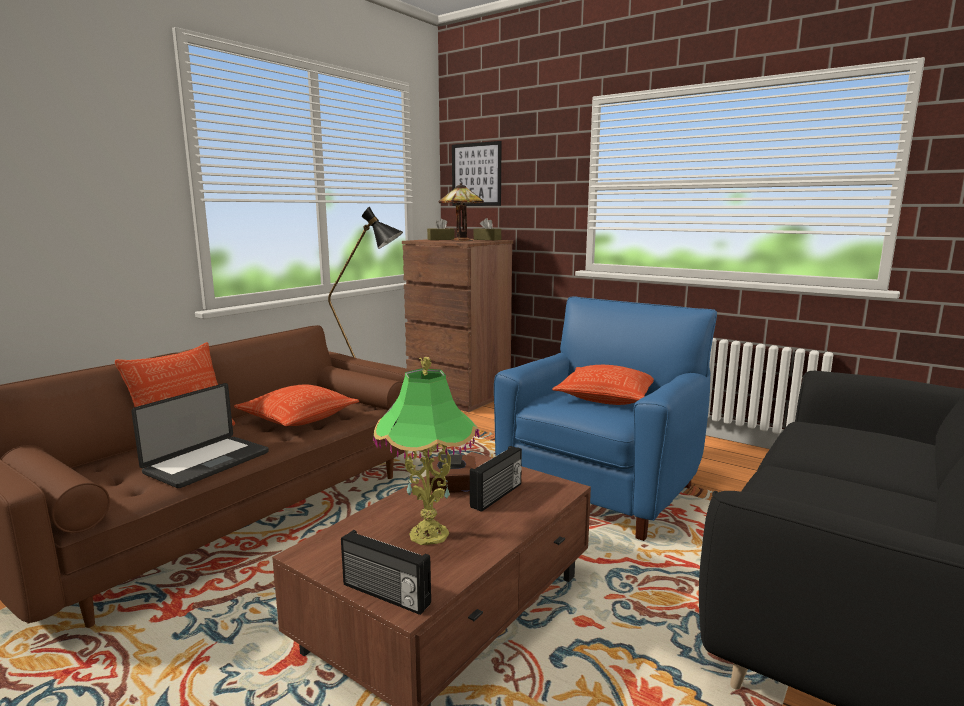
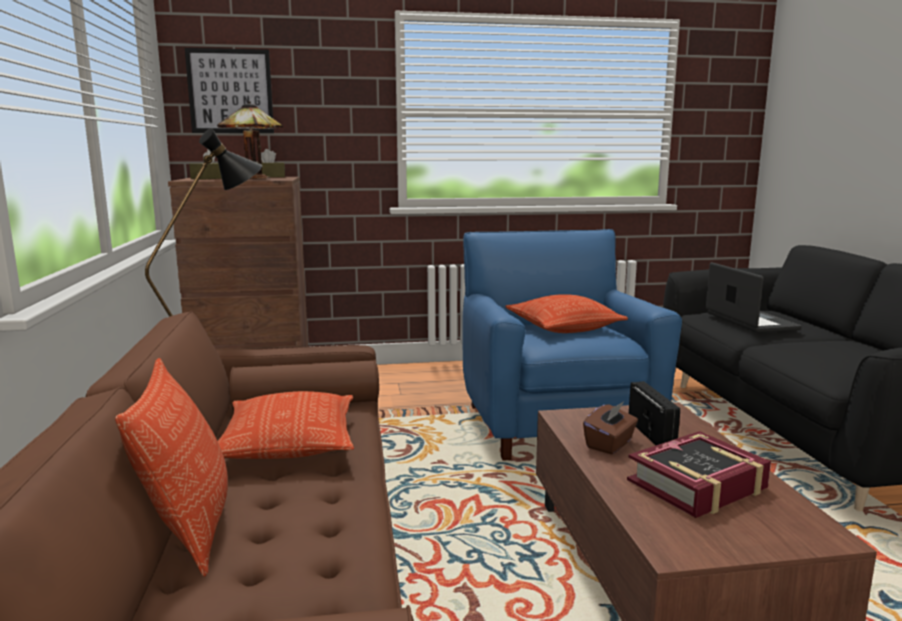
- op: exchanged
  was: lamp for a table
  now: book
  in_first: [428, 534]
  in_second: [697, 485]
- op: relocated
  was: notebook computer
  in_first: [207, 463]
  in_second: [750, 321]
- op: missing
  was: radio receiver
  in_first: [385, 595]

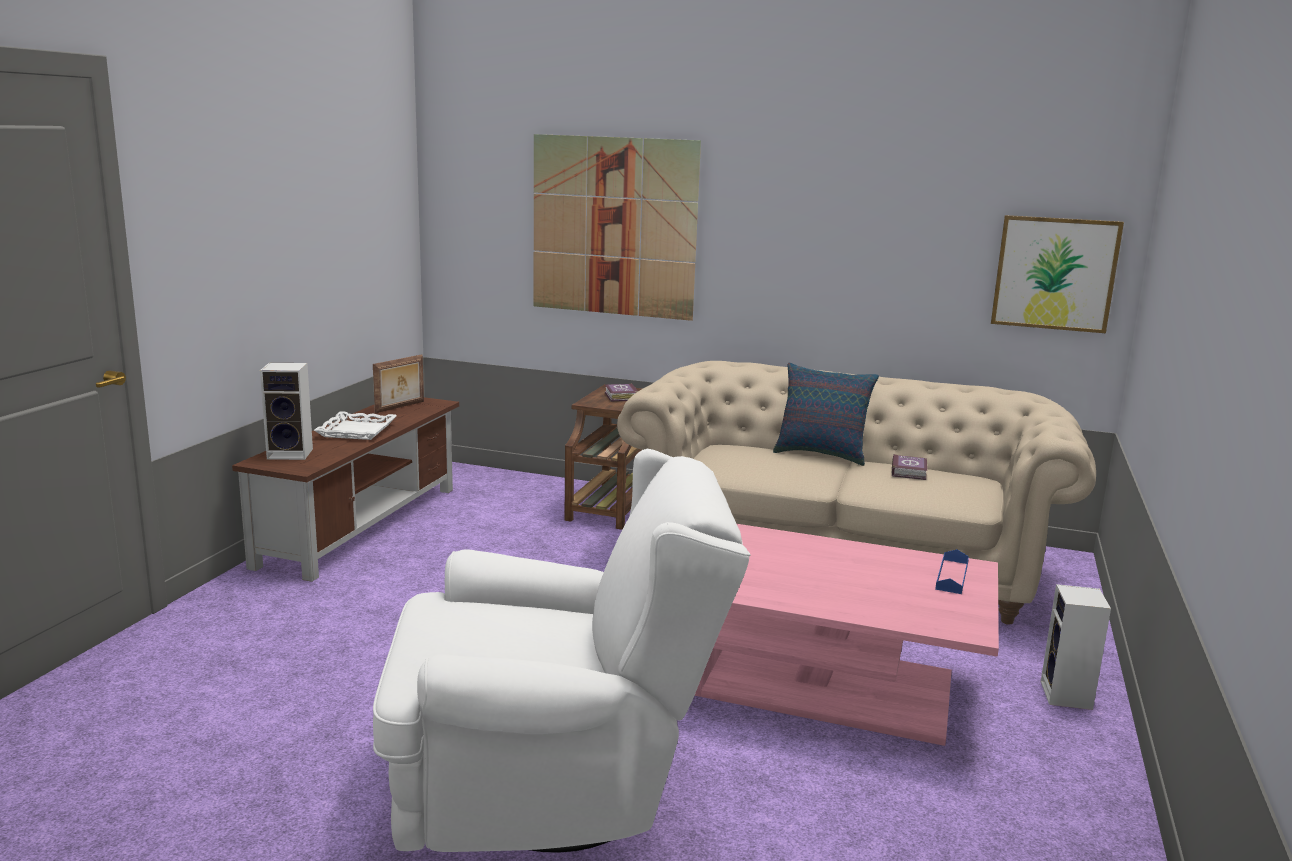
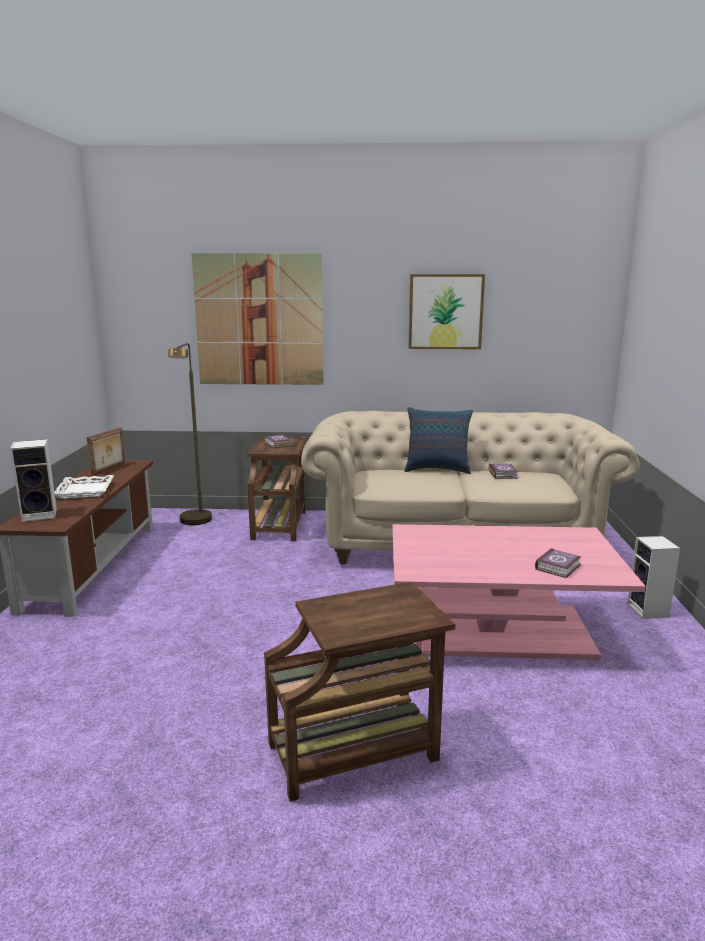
- op: appeared
  now: brown standing lamp
  in_second: [195, 523]
- op: exchanged
  was: white-coloured easy chair
  now: brown end table
  in_first: [553, 790]
  in_second: [357, 751]
- op: relocated
  was: wall picture
  in_first: [1054, 273]
  in_second: [445, 311]
- op: appeared
  now: book
  in_second: [559, 567]
- op: missing
  was: blue-coloured carrying tray
  in_first: [952, 576]

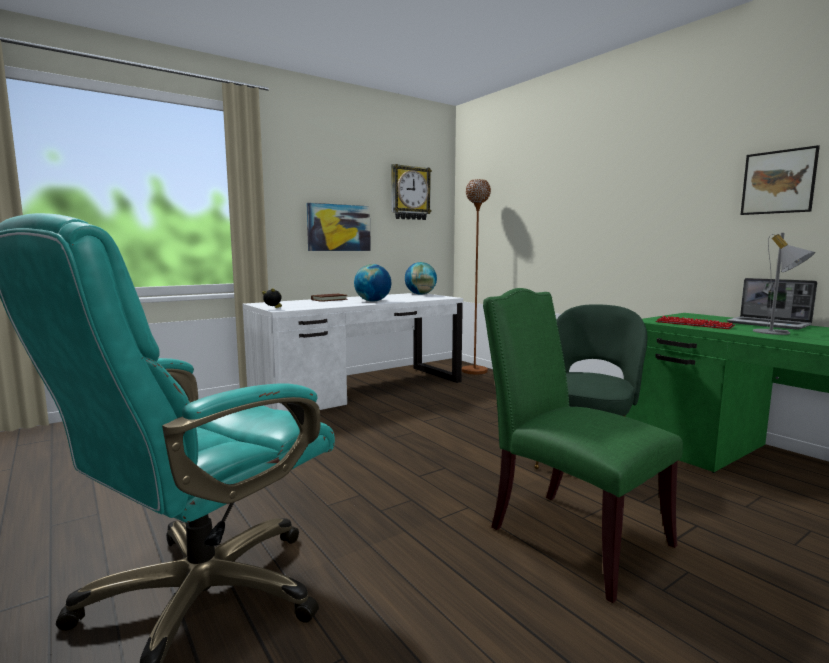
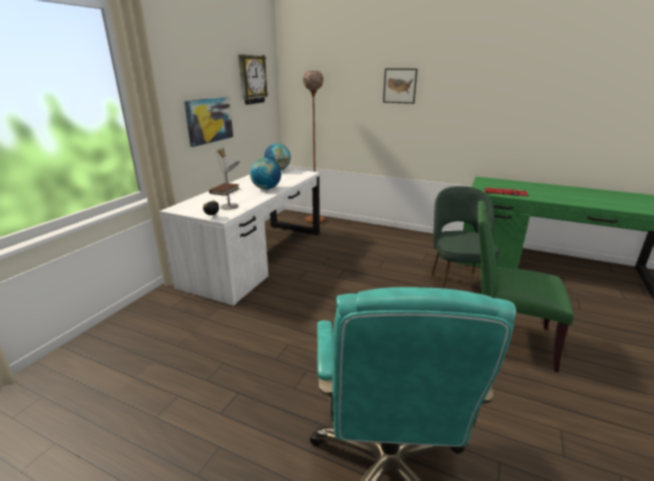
- op: relocated
  was: greyish lamp for a table
  in_first: [777, 333]
  in_second: [231, 207]
- op: relocated
  was: wall picture
  in_first: [778, 182]
  in_second: [399, 86]
- op: missing
  was: notebook computer
  in_first: [769, 324]

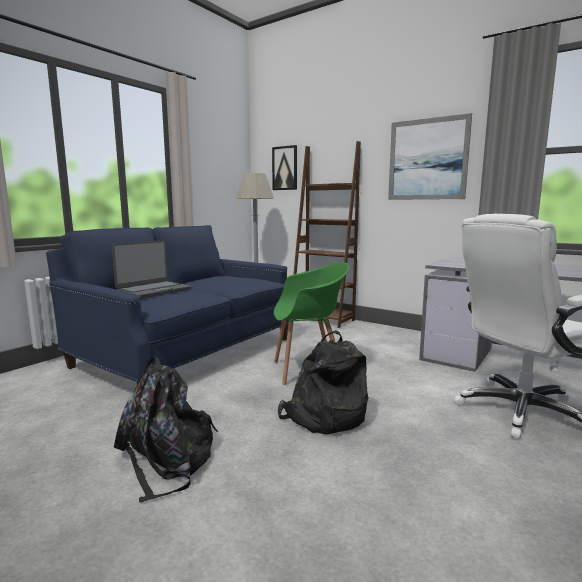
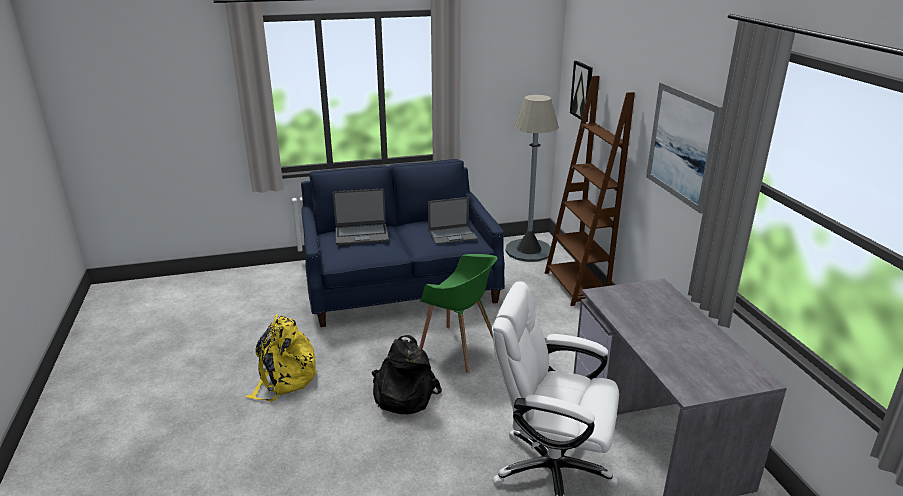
- op: colour
  was: black-coloured rucksack
  now: yellow rucksack
  in_first: [168, 460]
  in_second: [284, 379]
- op: appeared
  now: notebook computer
  in_second: [453, 235]

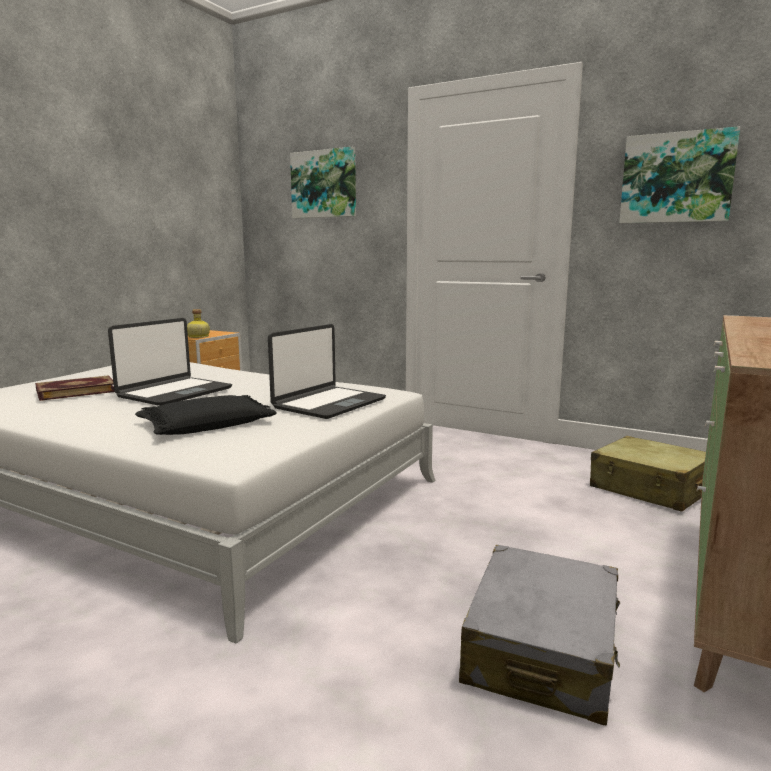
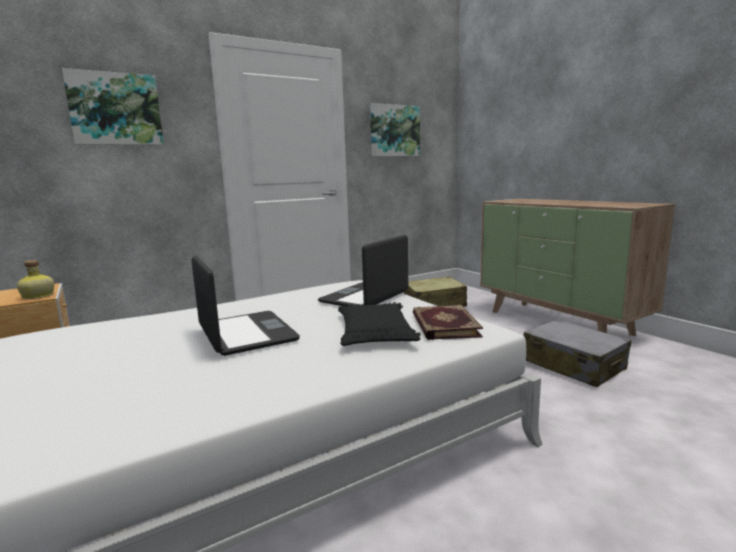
- op: spun
  was: notebook computer
  in_first: [328, 404]
  in_second: [365, 297]
  clockwise: -120
- op: relocated
  was: book
  in_first: [76, 391]
  in_second: [443, 325]

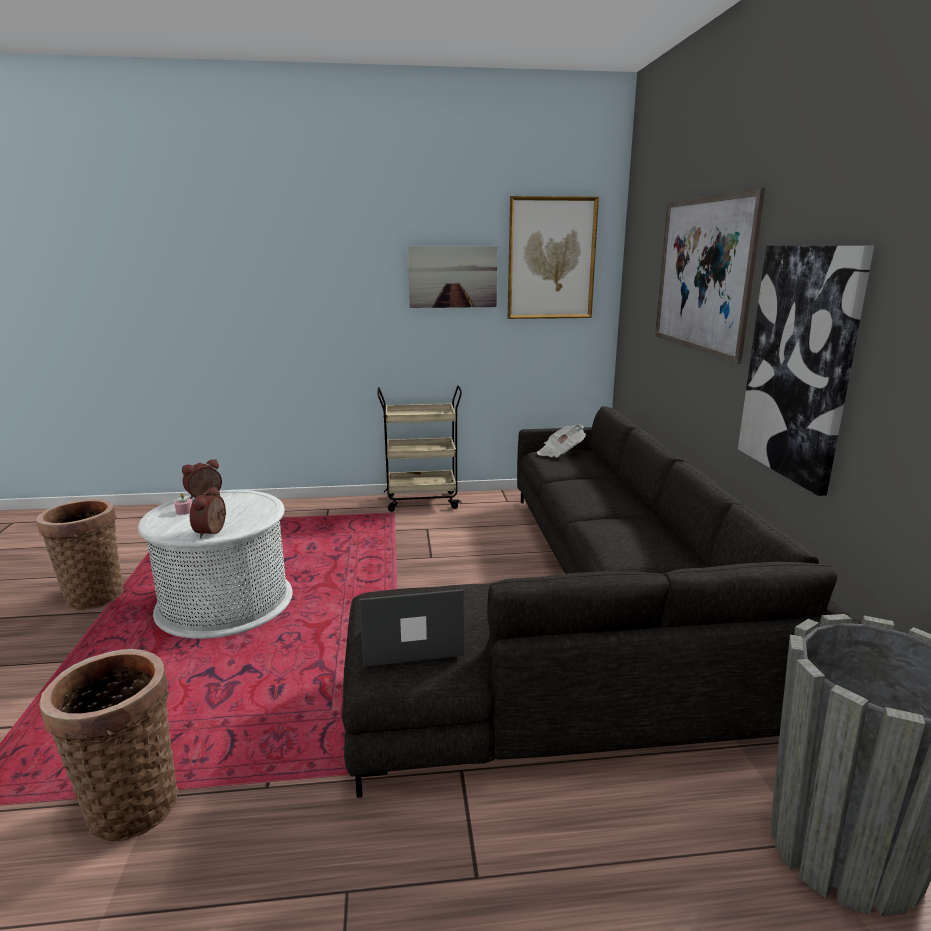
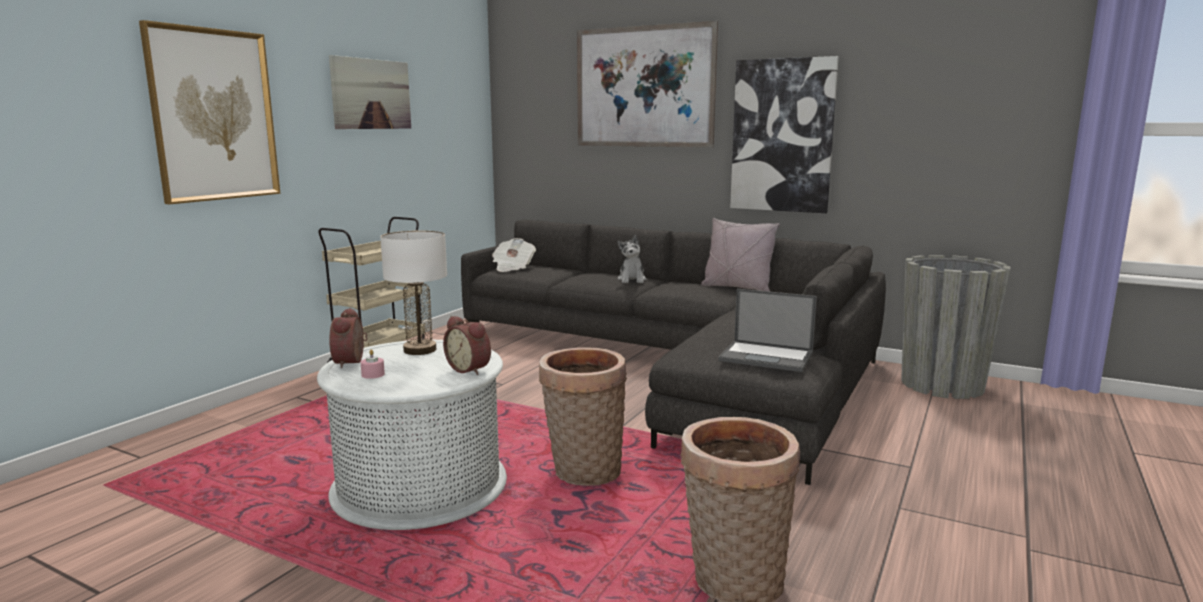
- op: relocated
  was: wall picture
  in_first: [551, 259]
  in_second: [214, 115]
- op: appeared
  now: lamp for a table
  in_second: [420, 350]
- op: relocated
  was: basket
  in_first: [93, 595]
  in_second: [583, 472]
- op: appeared
  now: soft toy
  in_second: [632, 280]
- op: appeared
  now: purple throw pillow
  in_second: [737, 288]
- op: spun
  was: notebook computer
  in_first: [408, 639]
  in_second: [767, 357]
  clockwise: -90

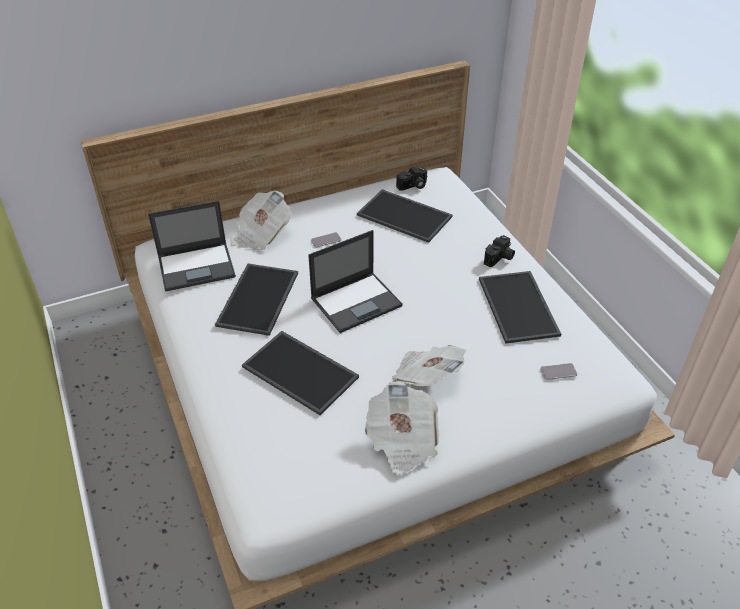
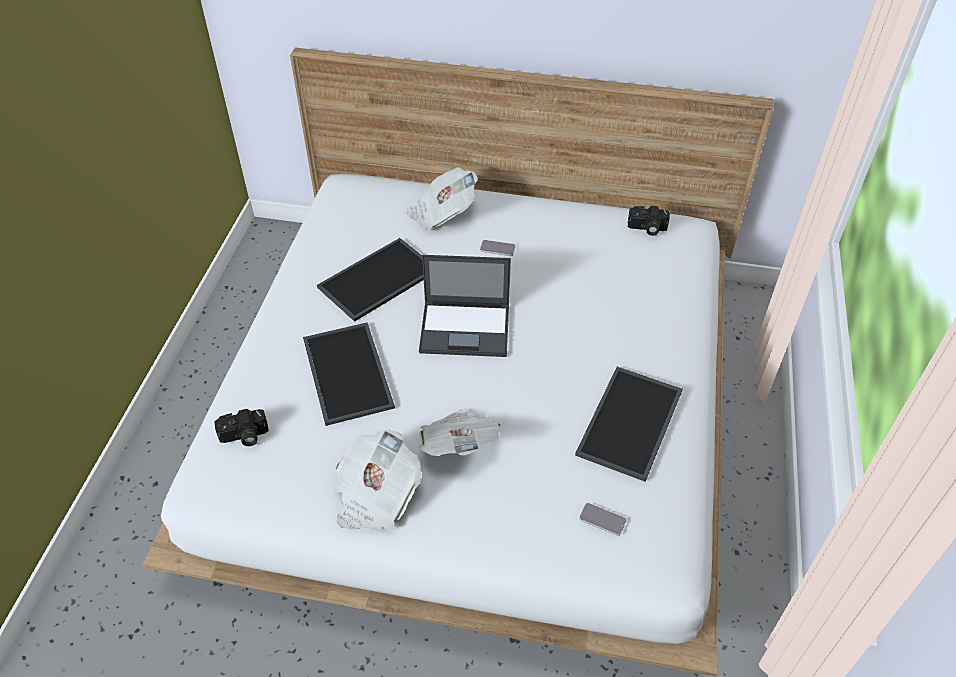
- op: relocated
  was: photo camera
  in_first: [499, 258]
  in_second: [244, 437]
- op: missing
  was: notebook computer
  in_first: [197, 266]
- op: missing
  was: carrying tray
  in_first: [405, 215]

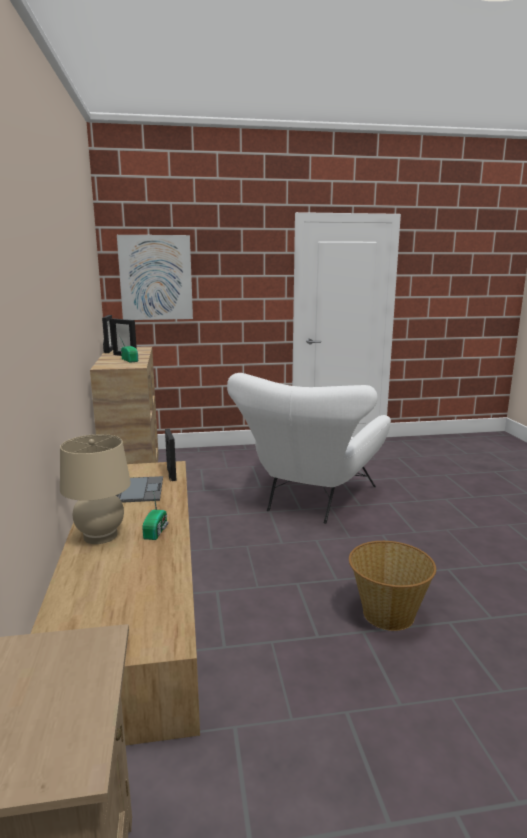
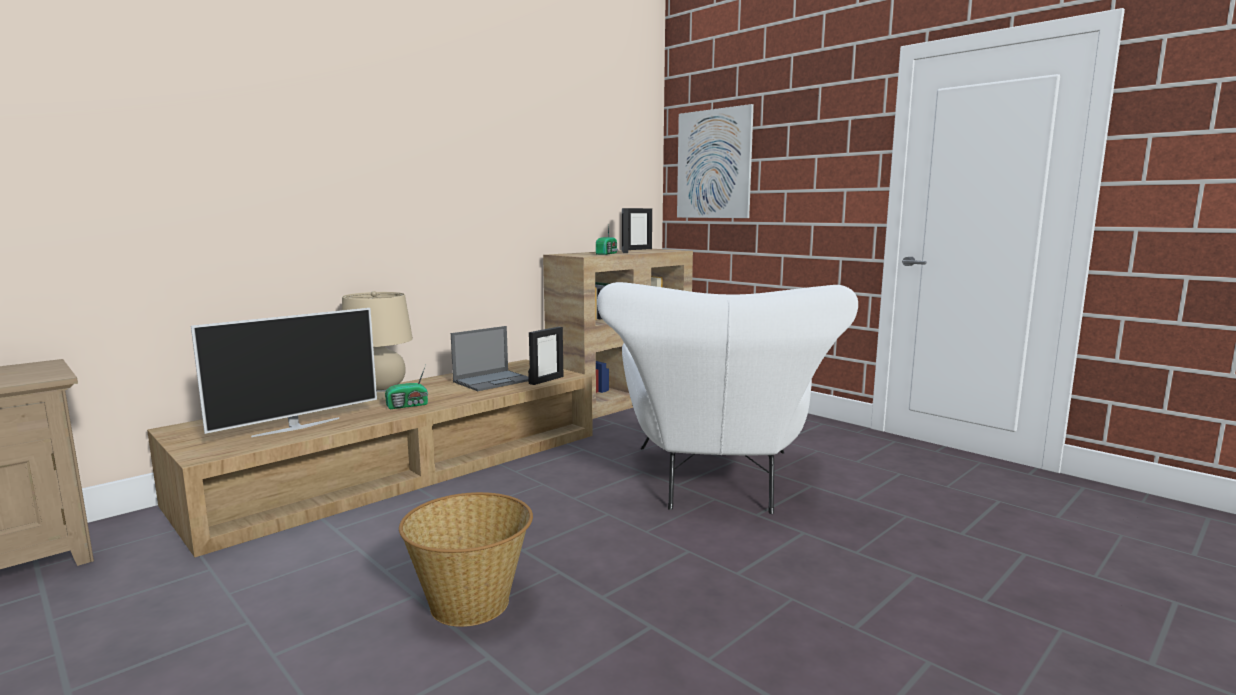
- op: appeared
  now: TV set
  in_second: [296, 427]
- op: spun
  was: white-coloured easy chair
  in_first: [310, 499]
  in_second: [716, 482]
  clockwise: -75

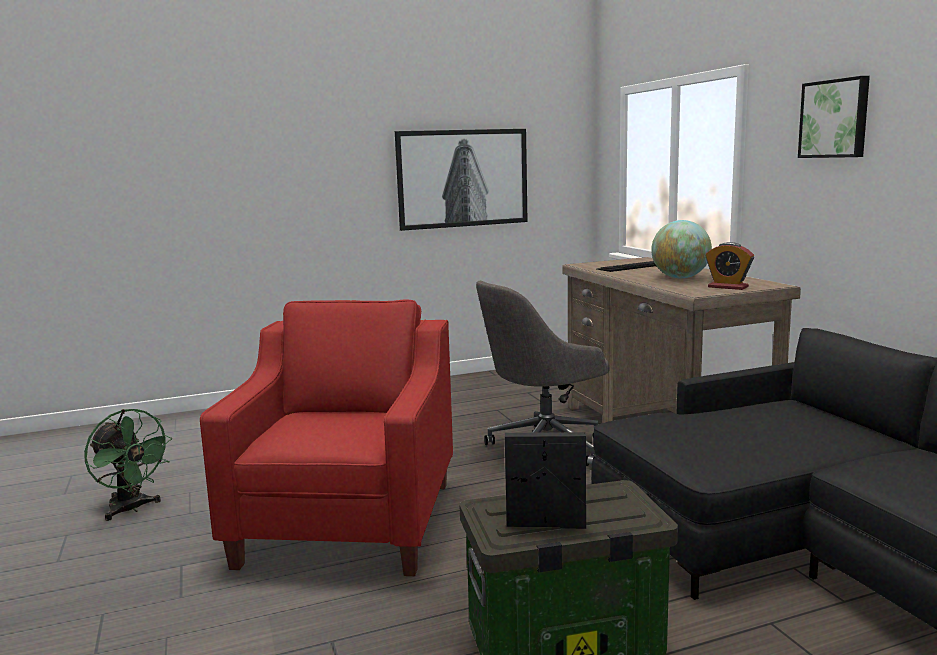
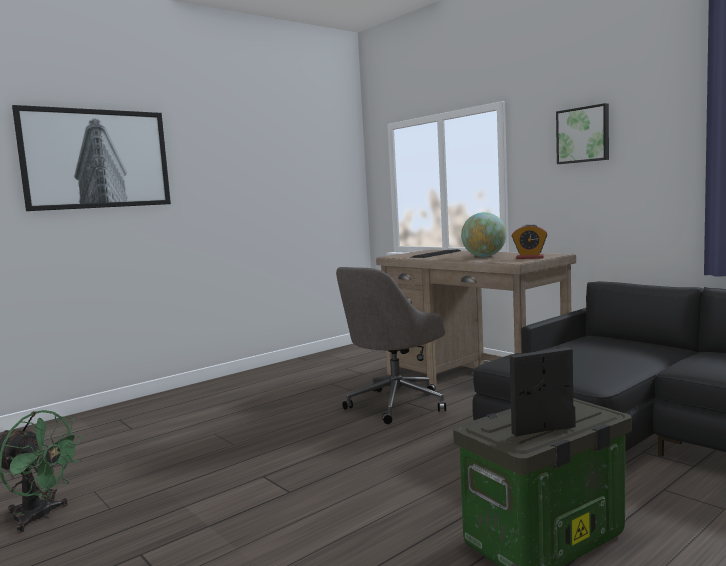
- op: relocated
  was: wall picture
  in_first: [462, 178]
  in_second: [97, 159]
- op: missing
  was: red easy chair
  in_first: [350, 523]

